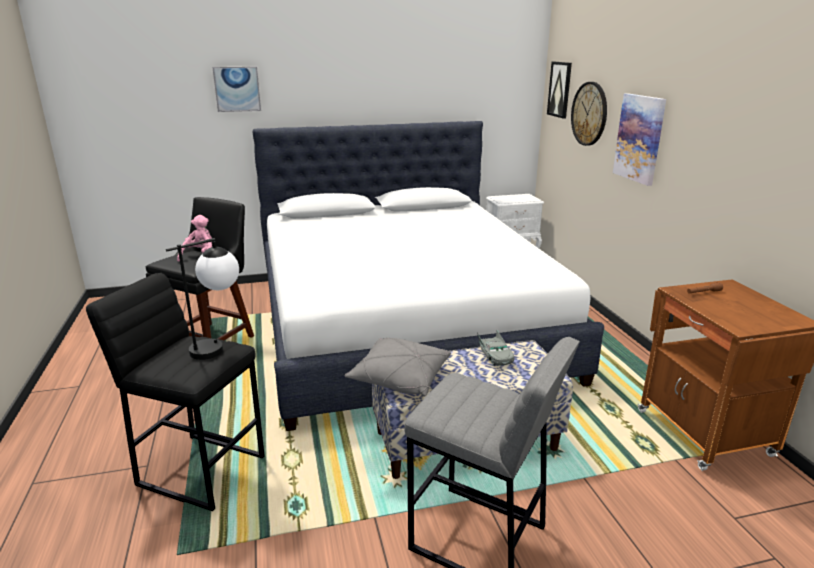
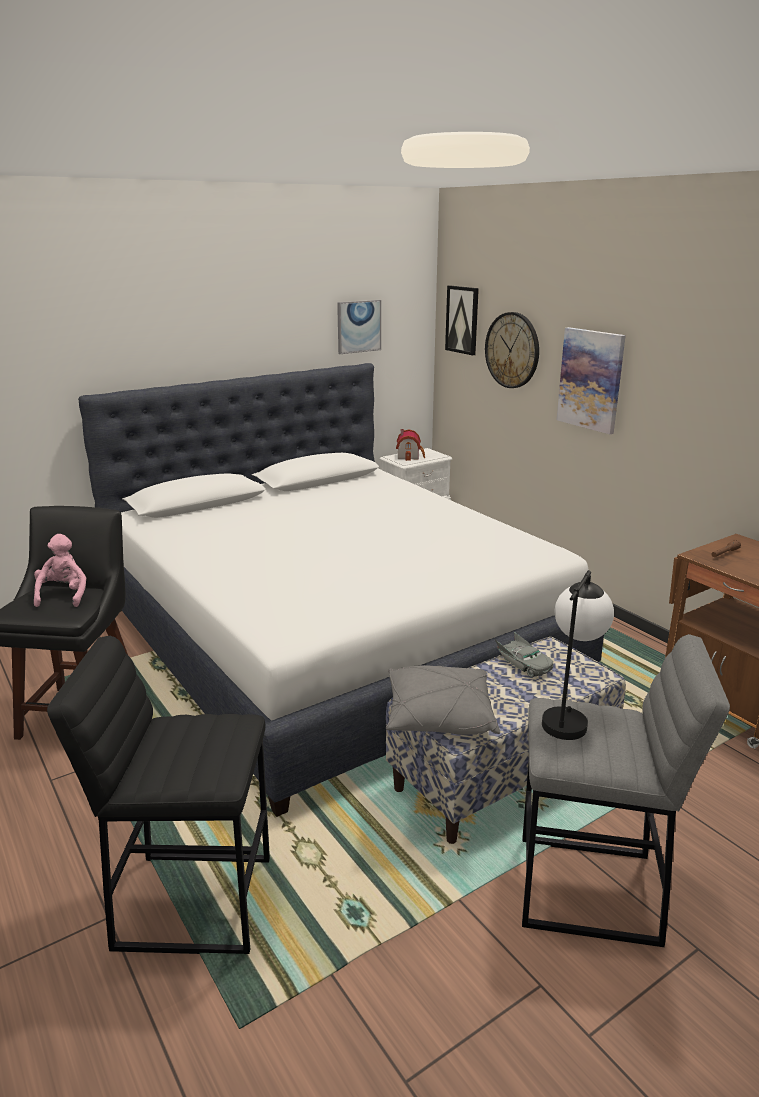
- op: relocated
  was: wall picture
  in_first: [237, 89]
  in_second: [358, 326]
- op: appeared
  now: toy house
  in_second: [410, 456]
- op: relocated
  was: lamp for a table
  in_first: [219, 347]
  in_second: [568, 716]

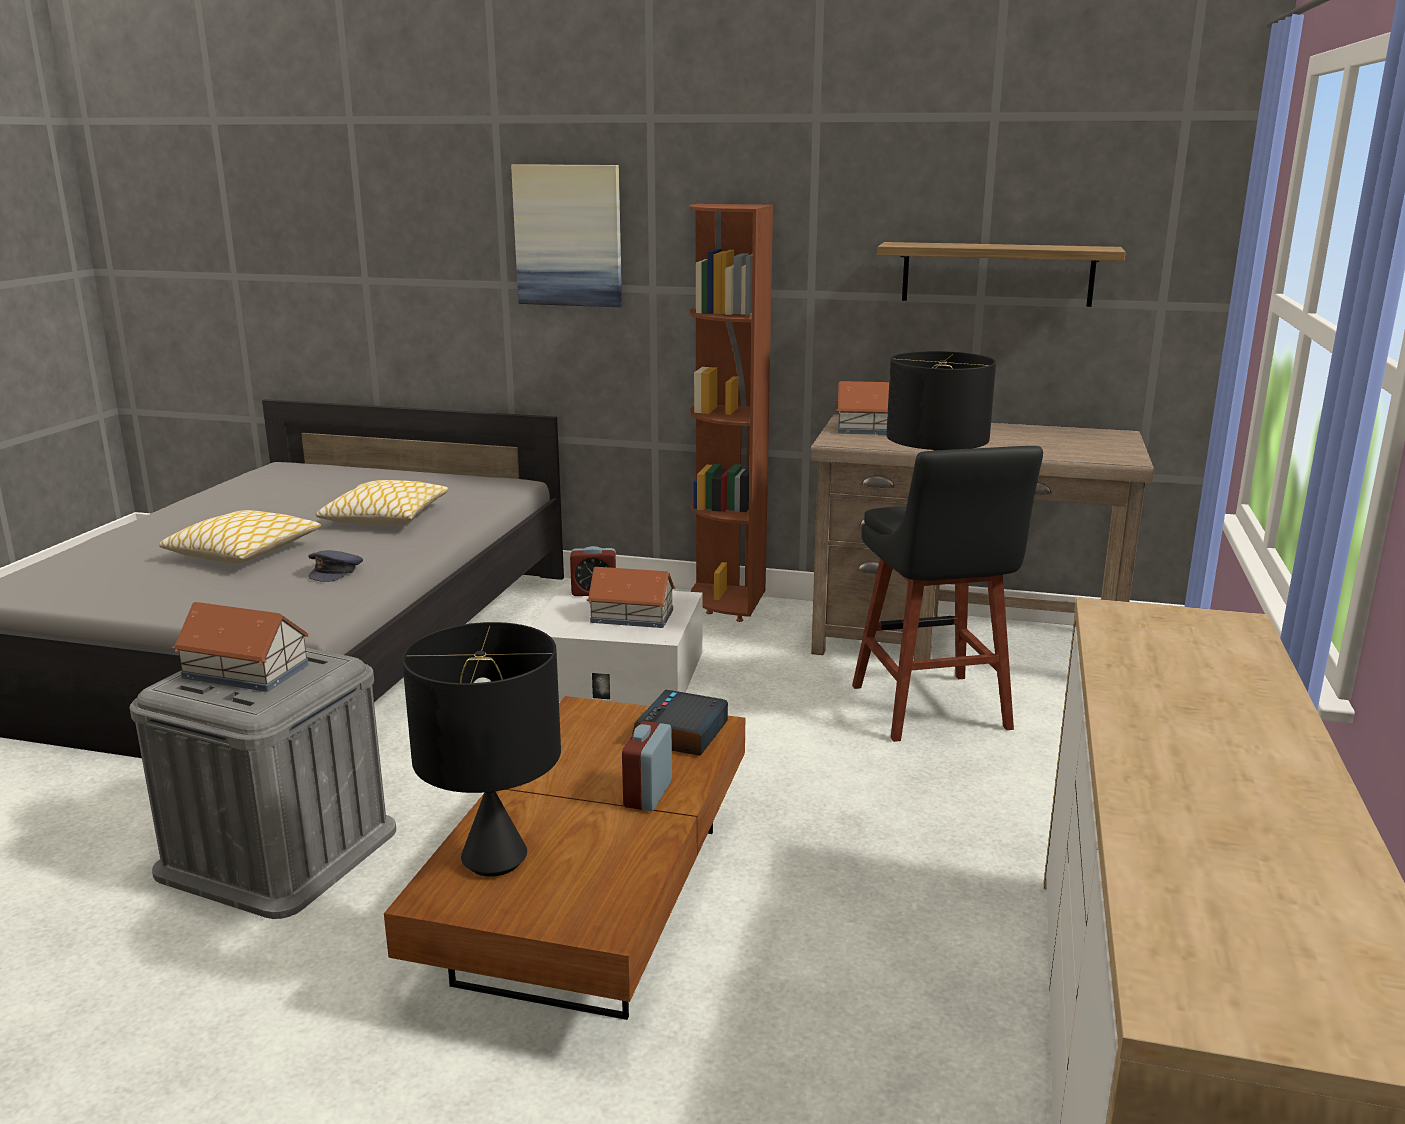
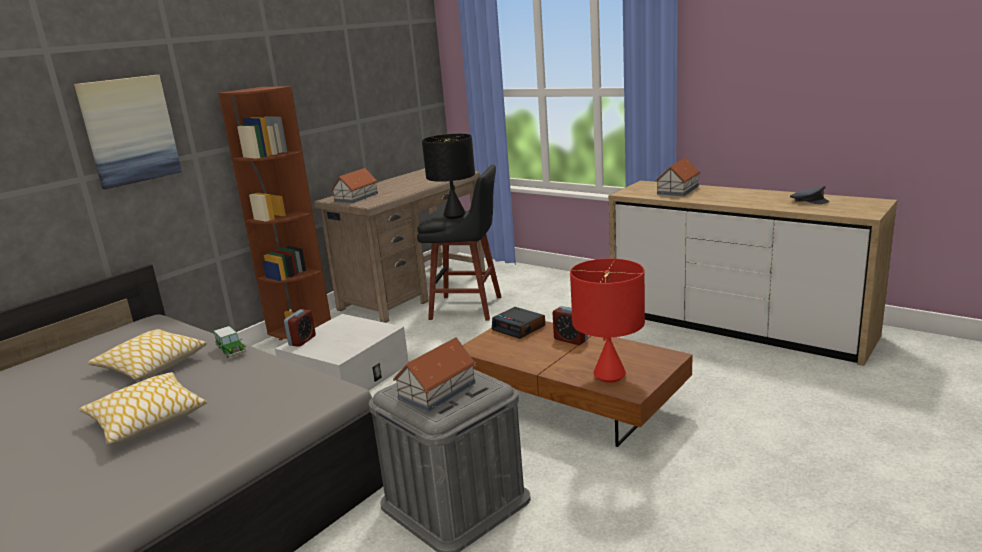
- op: appeared
  now: miniature car
  in_second: [231, 350]
- op: colour
  was: black-coloured lamp for a table
  now: red lamp for a table
  in_first: [495, 862]
  in_second: [609, 376]
- op: relocated
  was: toy house
  in_first: [633, 616]
  in_second: [678, 190]
- op: relocated
  was: greyish peaked cap
  in_first: [336, 572]
  in_second: [809, 201]
- op: missing
  was: bracket shelf
  in_first: [997, 274]

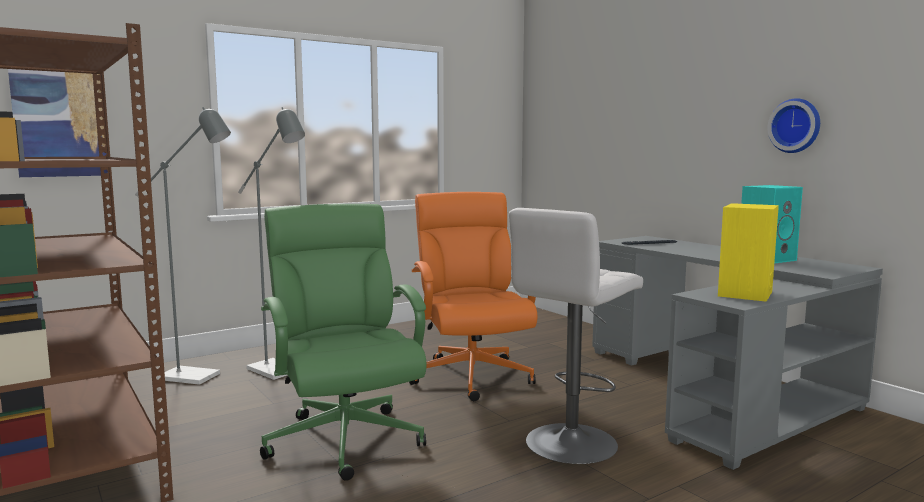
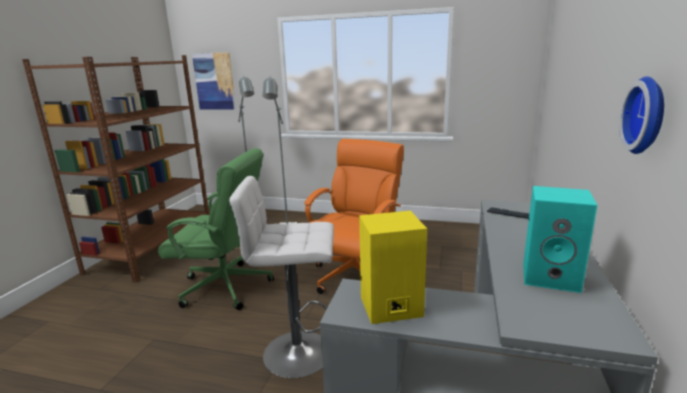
- op: spun
  was: green-coloured office chair
  in_first: [345, 441]
  in_second: [225, 286]
  clockwise: 75

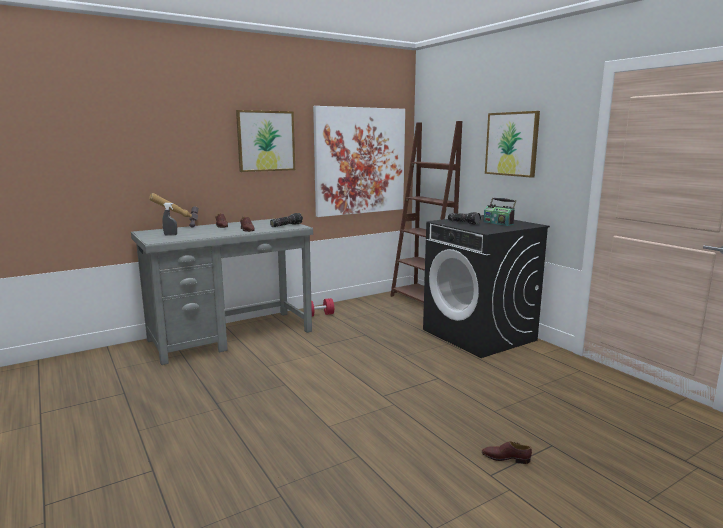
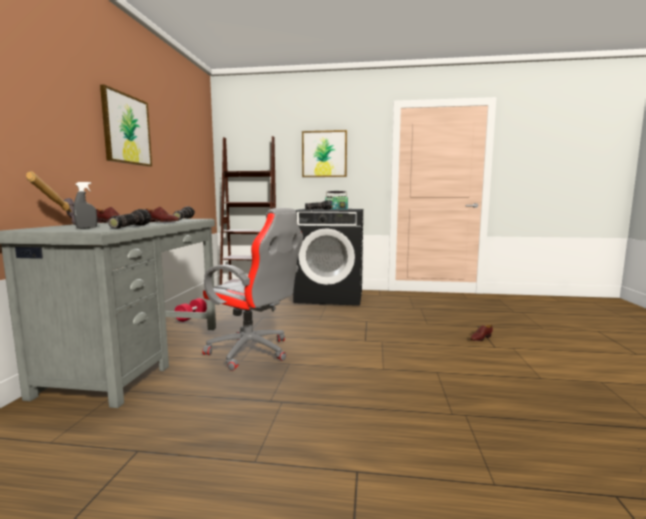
- op: appeared
  now: torch
  in_second: [130, 227]
- op: appeared
  now: greyish office chair
  in_second: [254, 353]
- op: missing
  was: wall picture
  in_first: [360, 161]

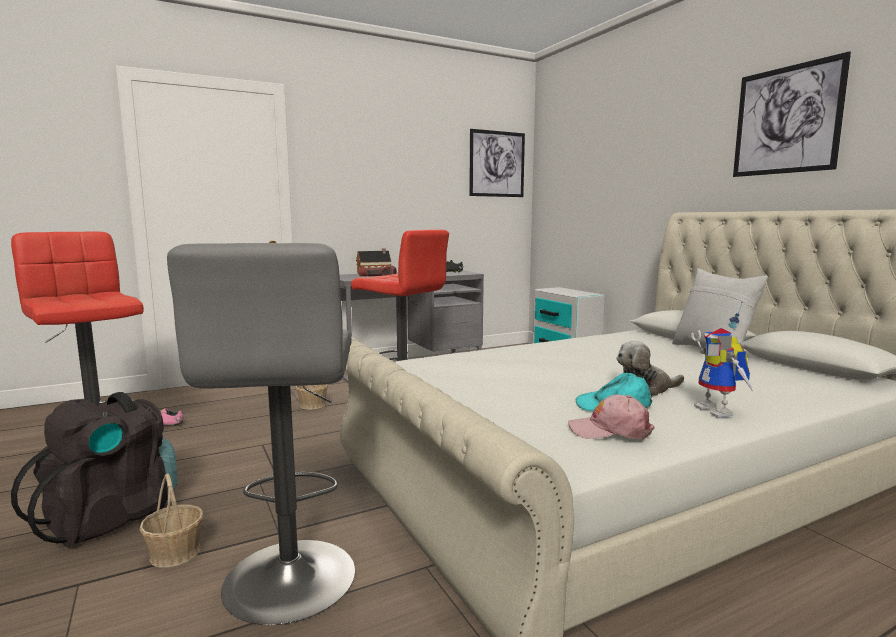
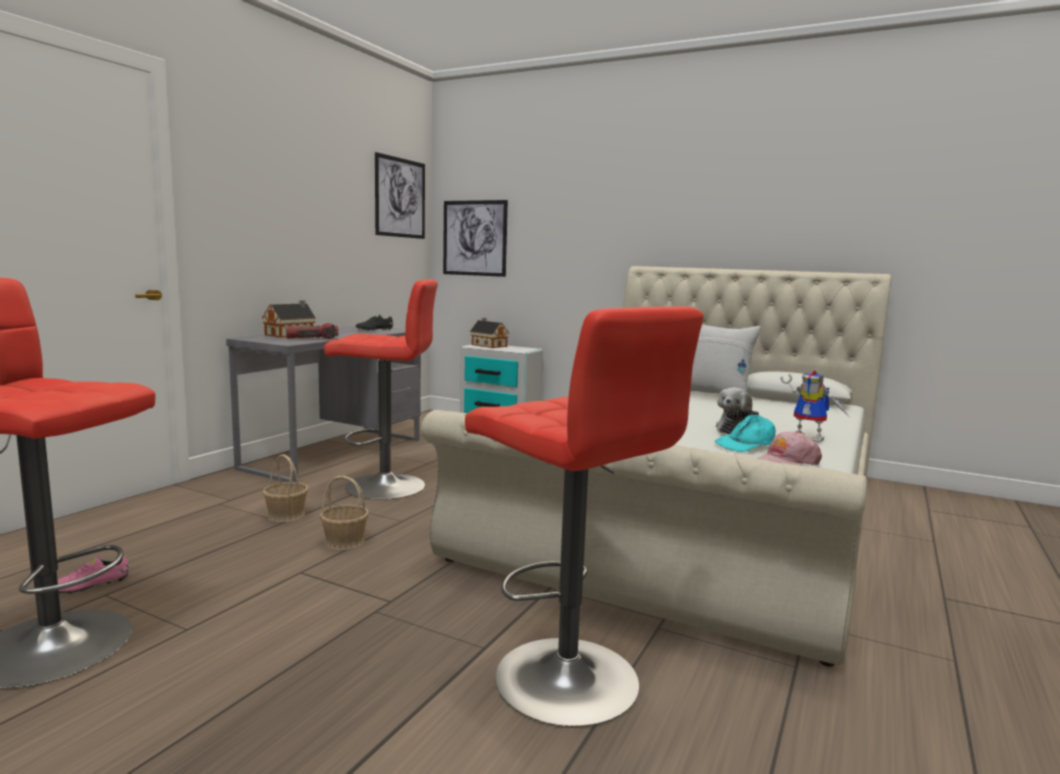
- op: relocated
  was: basket
  in_first: [175, 553]
  in_second: [345, 542]
- op: relocated
  was: wall picture
  in_first: [786, 120]
  in_second: [474, 238]
- op: colour
  was: greyish sitting stool
  now: red sitting stool
  in_first: [288, 580]
  in_second: [566, 681]
- op: appeared
  now: toy house
  in_second: [488, 345]
- op: missing
  was: black-coloured rucksack
  in_first: [111, 517]

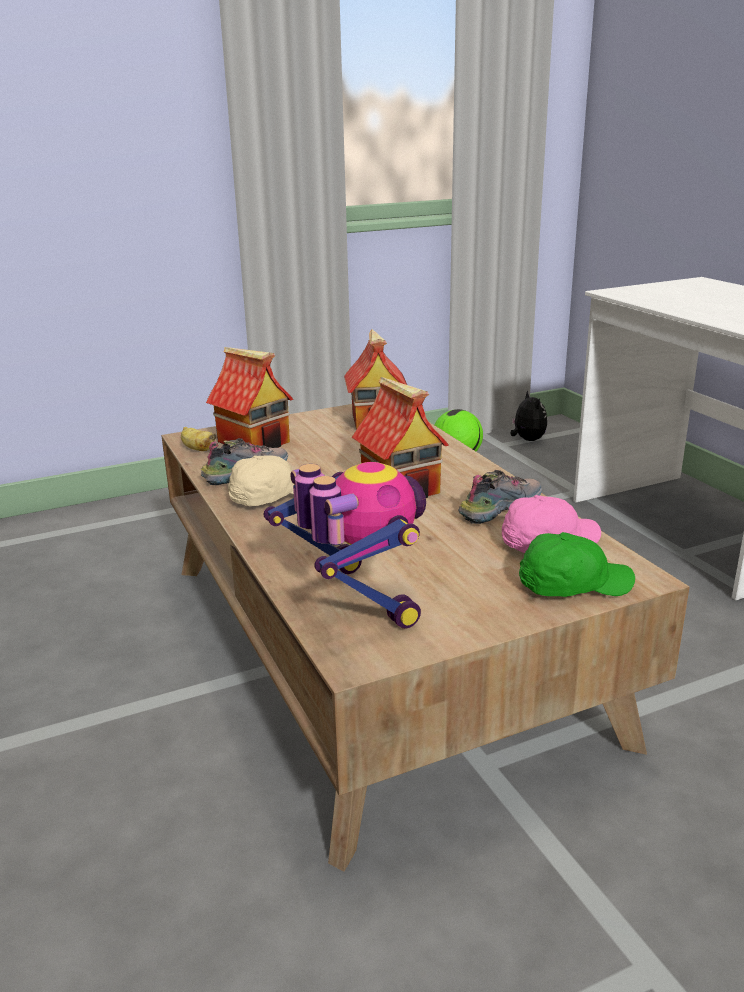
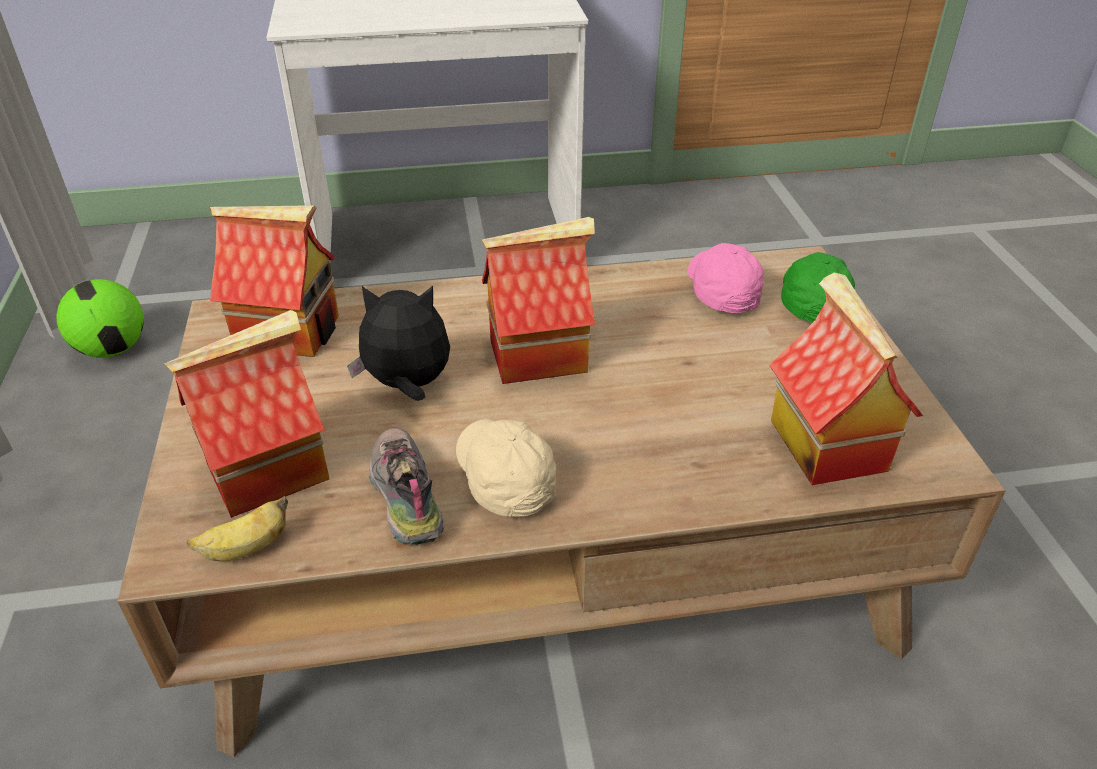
- op: relocated
  was: soft toy
  in_first: [527, 440]
  in_second: [407, 386]
- op: exchanged
  was: model robot
  now: toy house
  in_first: [355, 600]
  in_second: [824, 444]
- op: missing
  was: item of footwear
  in_first: [500, 508]

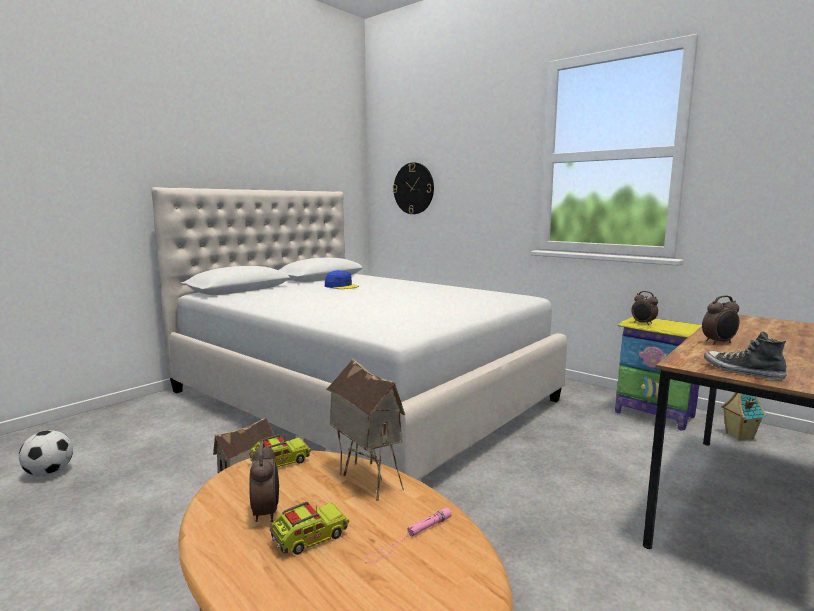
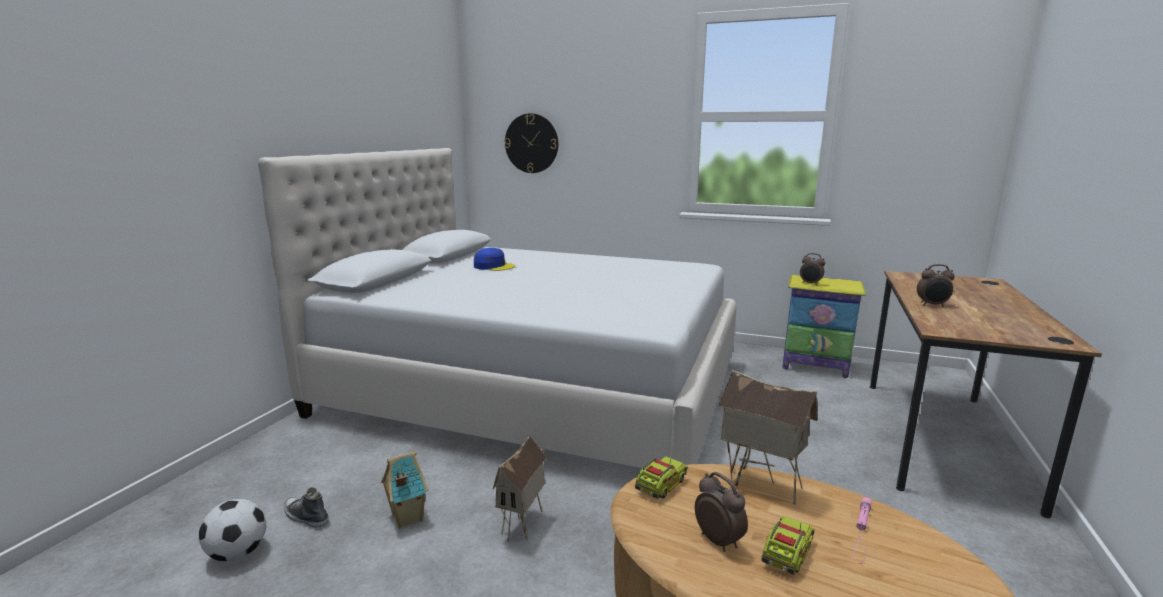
- op: relocated
  was: item of footwear
  in_first: [741, 371]
  in_second: [306, 517]
- op: relocated
  was: toy house
  in_first: [738, 436]
  in_second: [406, 518]
- op: spun
  was: alarm clock
  in_first: [719, 342]
  in_second: [932, 305]
  clockwise: 45

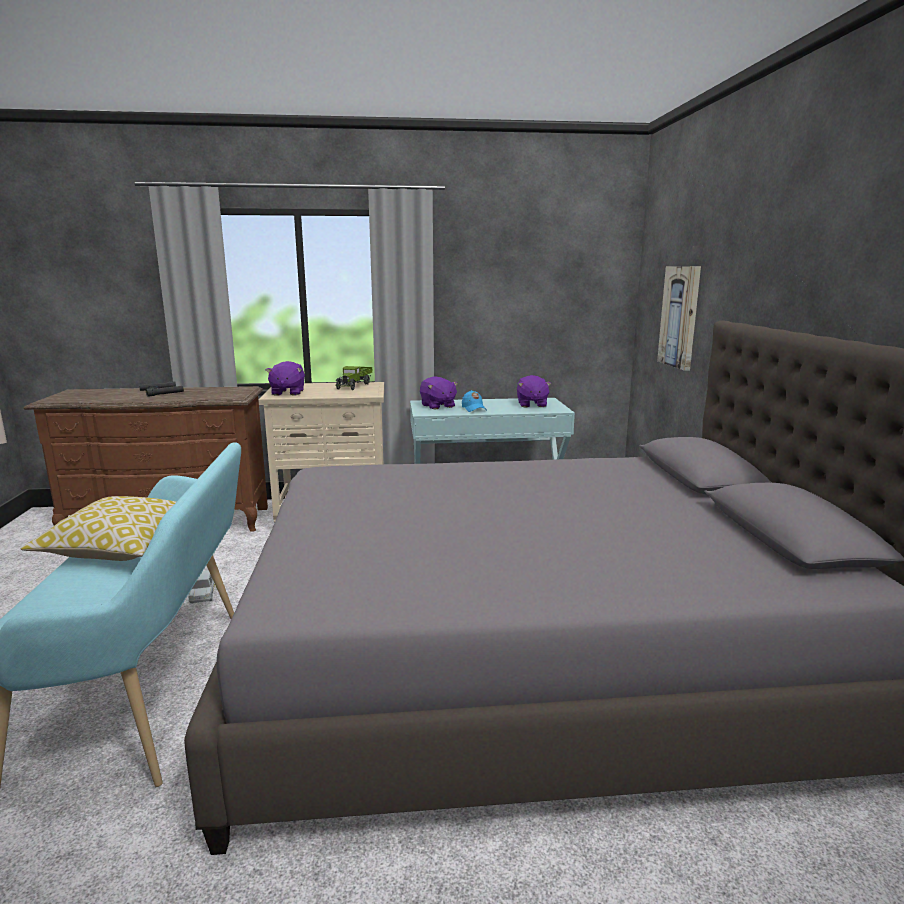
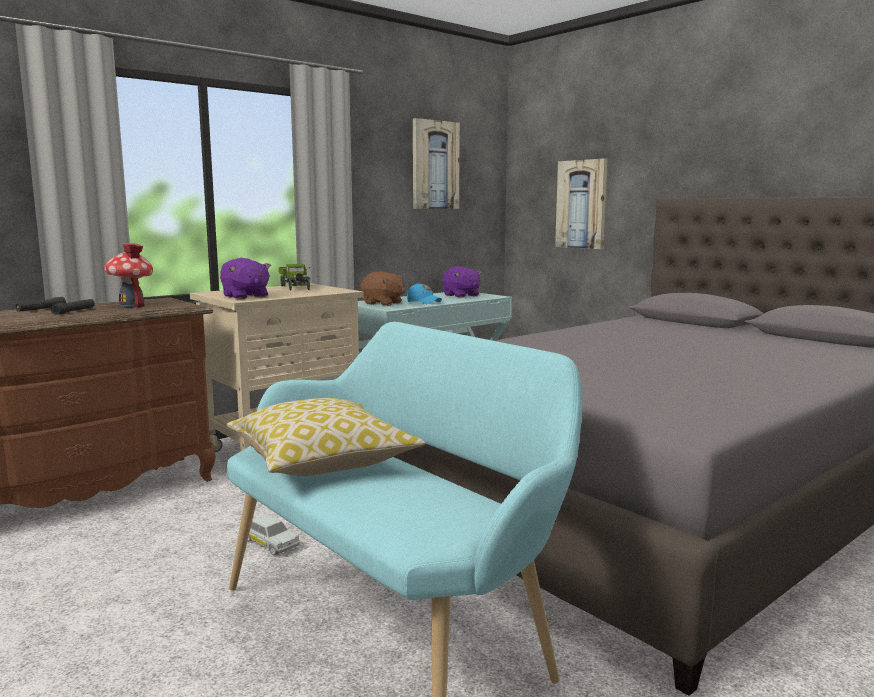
- op: appeared
  now: toy house
  in_second: [131, 305]
- op: colour
  was: purple soft toy
  now: brown soft toy
  in_first: [437, 406]
  in_second: [383, 303]
- op: appeared
  now: wall picture
  in_second: [435, 165]

